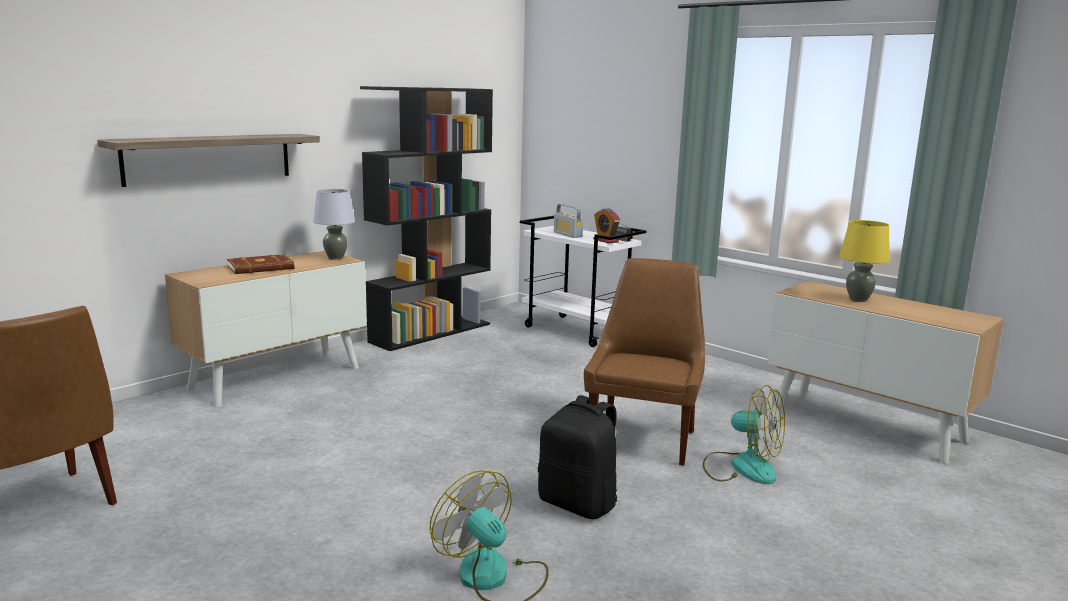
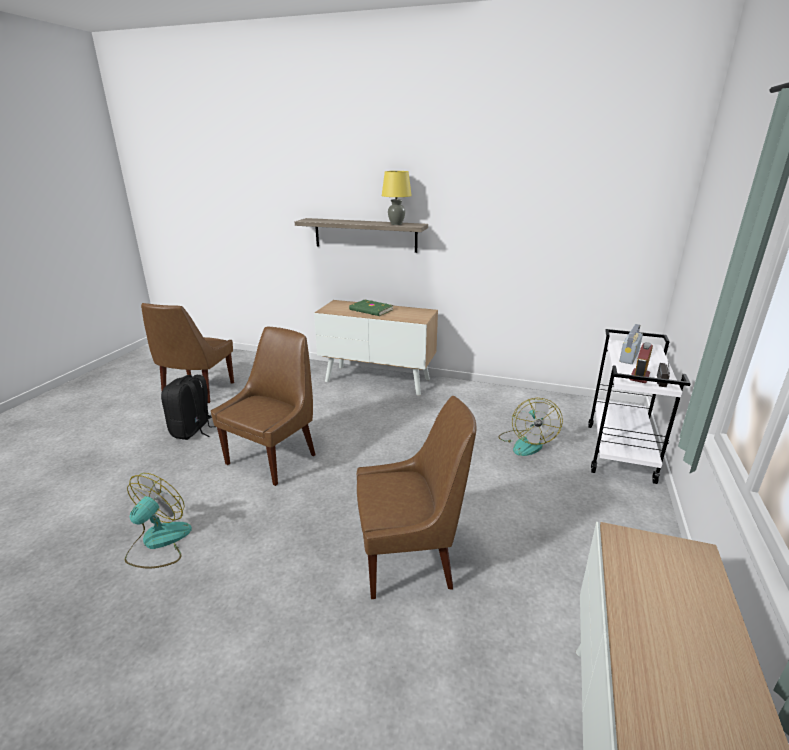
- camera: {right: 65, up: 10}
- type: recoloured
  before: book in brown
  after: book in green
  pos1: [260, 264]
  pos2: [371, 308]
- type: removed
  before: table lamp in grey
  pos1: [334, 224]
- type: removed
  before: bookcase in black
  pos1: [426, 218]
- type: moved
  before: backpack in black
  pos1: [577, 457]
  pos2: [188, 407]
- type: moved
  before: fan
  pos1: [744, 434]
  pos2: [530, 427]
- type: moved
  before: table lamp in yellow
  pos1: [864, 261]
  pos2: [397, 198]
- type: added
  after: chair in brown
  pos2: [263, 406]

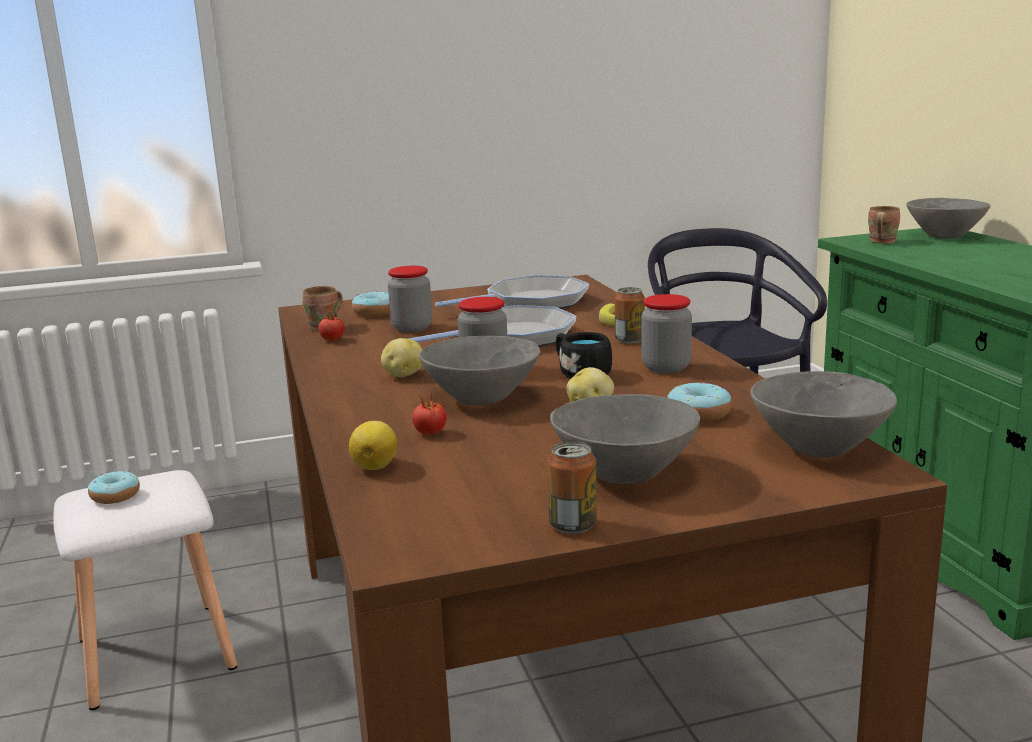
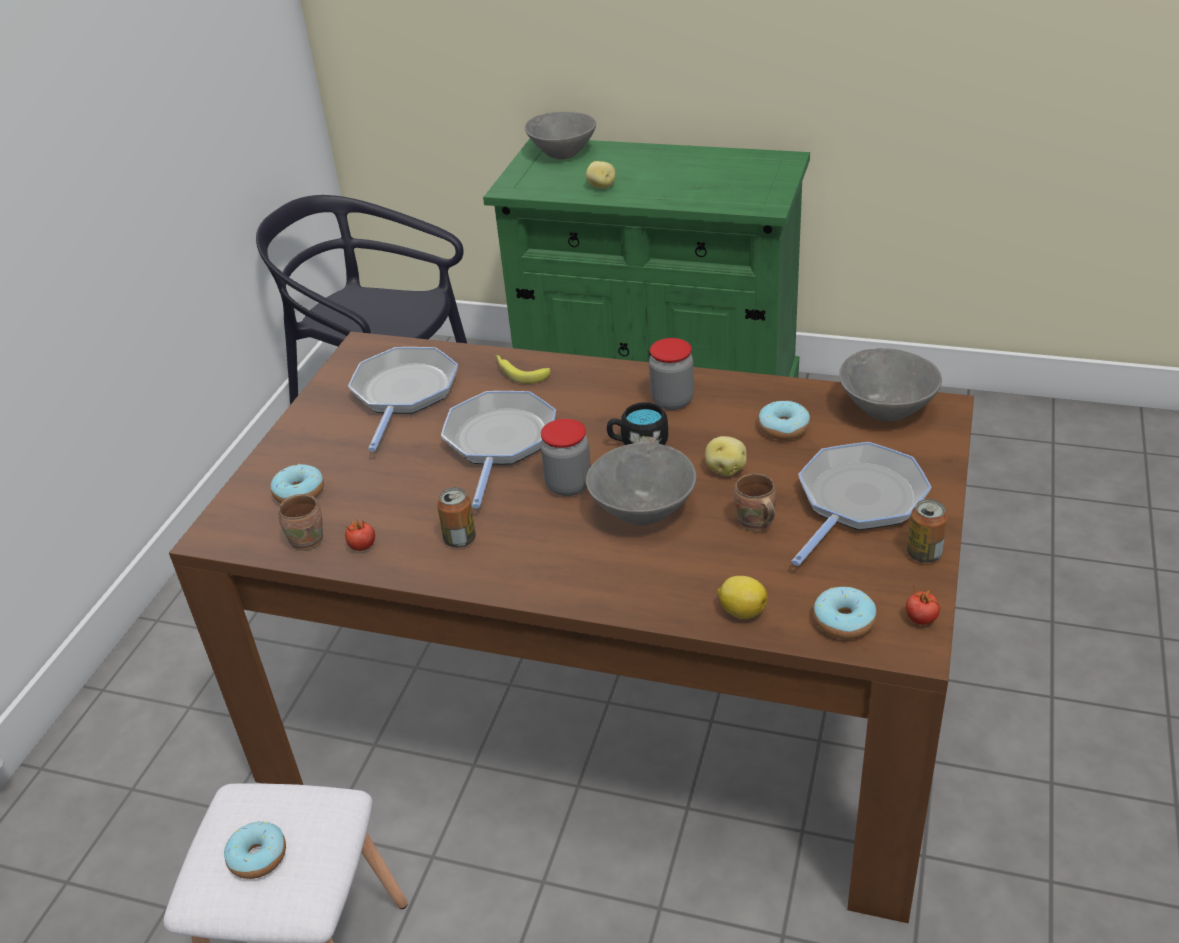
- camera: {right: -55, up: 20}
- type: moved
  before: potato
  pos1: [401, 357]
  pos2: [601, 175]
- type: removed
  before: jar
  pos1: [410, 299]
- type: moved
  before: tomato
  pos1: [429, 414]
  pos2: [923, 605]
- type: replaced
  before: bowl in grey
  after: frying pan
  pos1: [625, 439]
  pos2: [861, 504]
- type: moved
  before: can
  pos1: [630, 315]
  pos2: [456, 517]
- type: moved
  before: mug in brown
  pos1: [884, 225]
  pos2: [755, 502]
- type: added
  after: donut
  pos2: [845, 613]

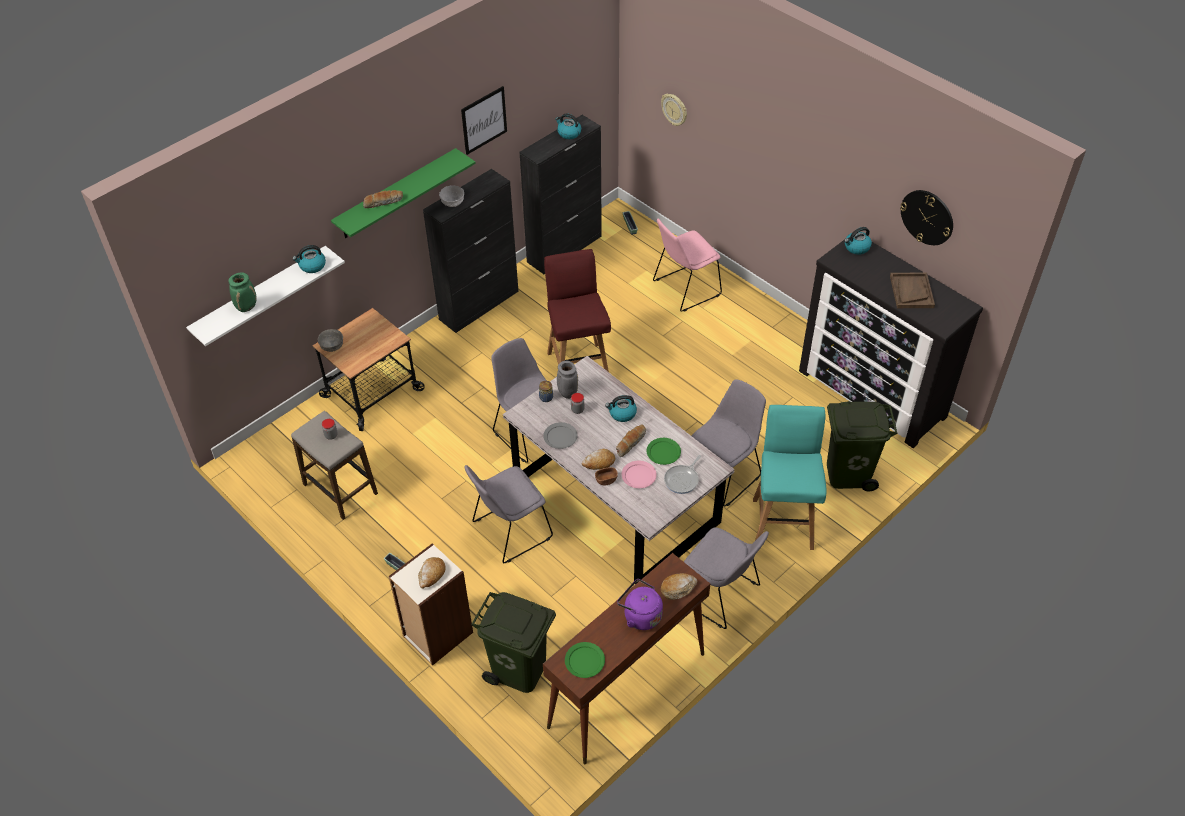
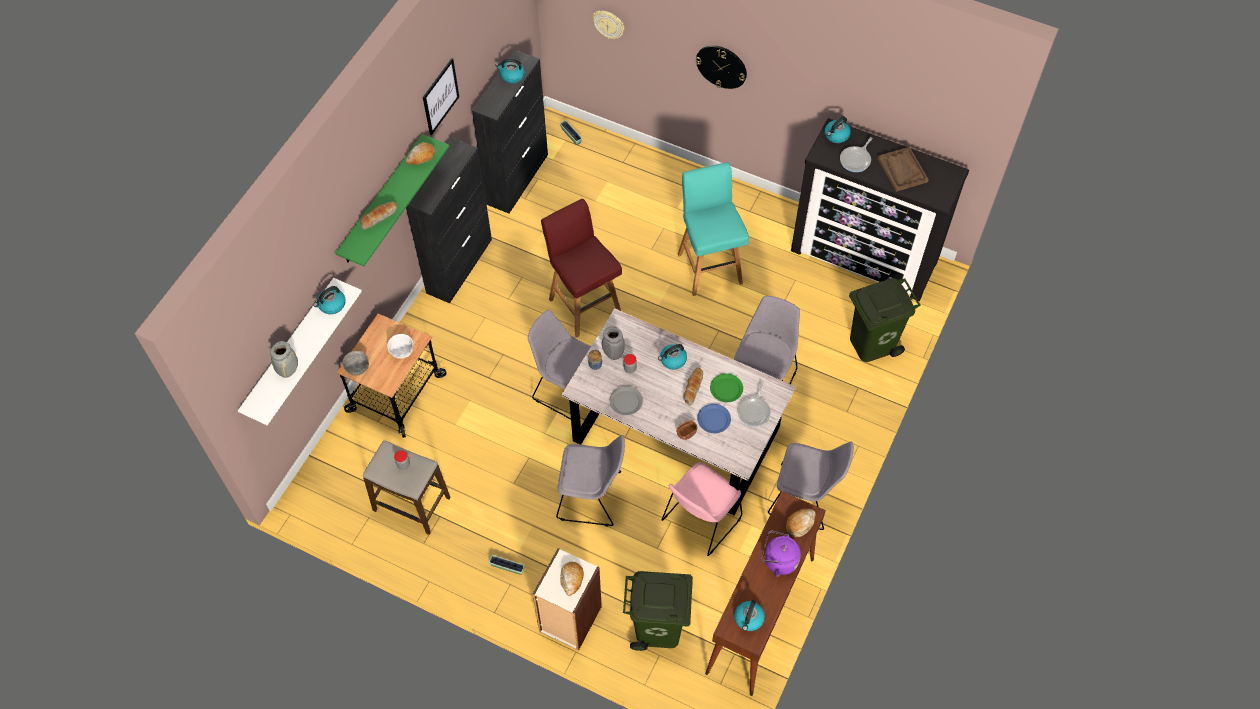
- camera: {right: -20, up: 10}
- type: recoloured
  before: vase in green
  after: vase in grey
  pos1: [242, 292]
  pos2: [284, 359]
- type: moved
  before: bowl in white
  pos1: [451, 196]
  pos2: [400, 346]
- type: turned
  before: chair in grey
  pos1: [508, 514]
  pos2: [590, 480]
  turn: -120
- type: replaced
  before: plate in green
  after: kettle
  pos1: [585, 660]
  pos2: [749, 615]
- type: moved
  before: bread
  pos1: [598, 459]
  pos2: [421, 153]
- type: recoloured
  before: plate in pink
  after: plate in blue
  pos1: [639, 474]
  pos2: [714, 418]
- type: moved
  before: chair in pink
  pos1: [687, 265]
  pos2: [701, 509]
- type: moved
  before: stool in turquoise
  pos1: [789, 477]
  pos2: [713, 229]
- type: moved
  before: wall clock
  pos1: [926, 217]
  pos2: [721, 67]
- type: added
  after: frying pan
  pos2: [856, 154]

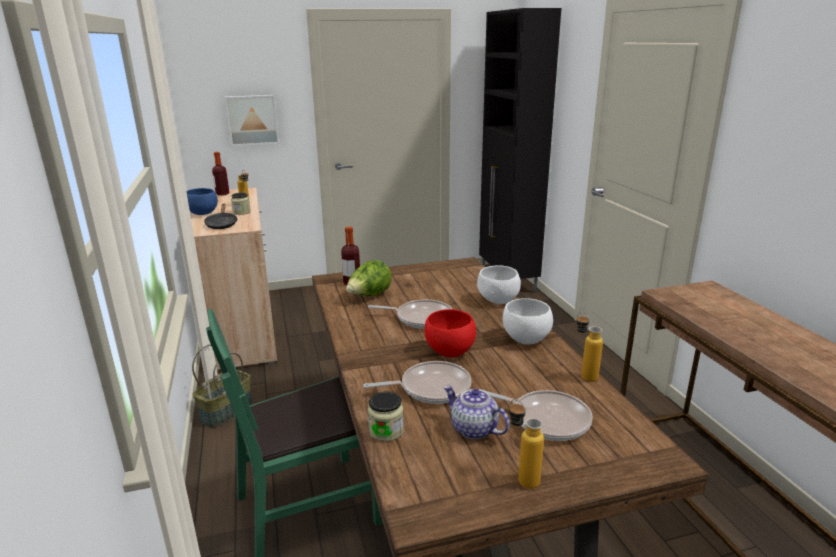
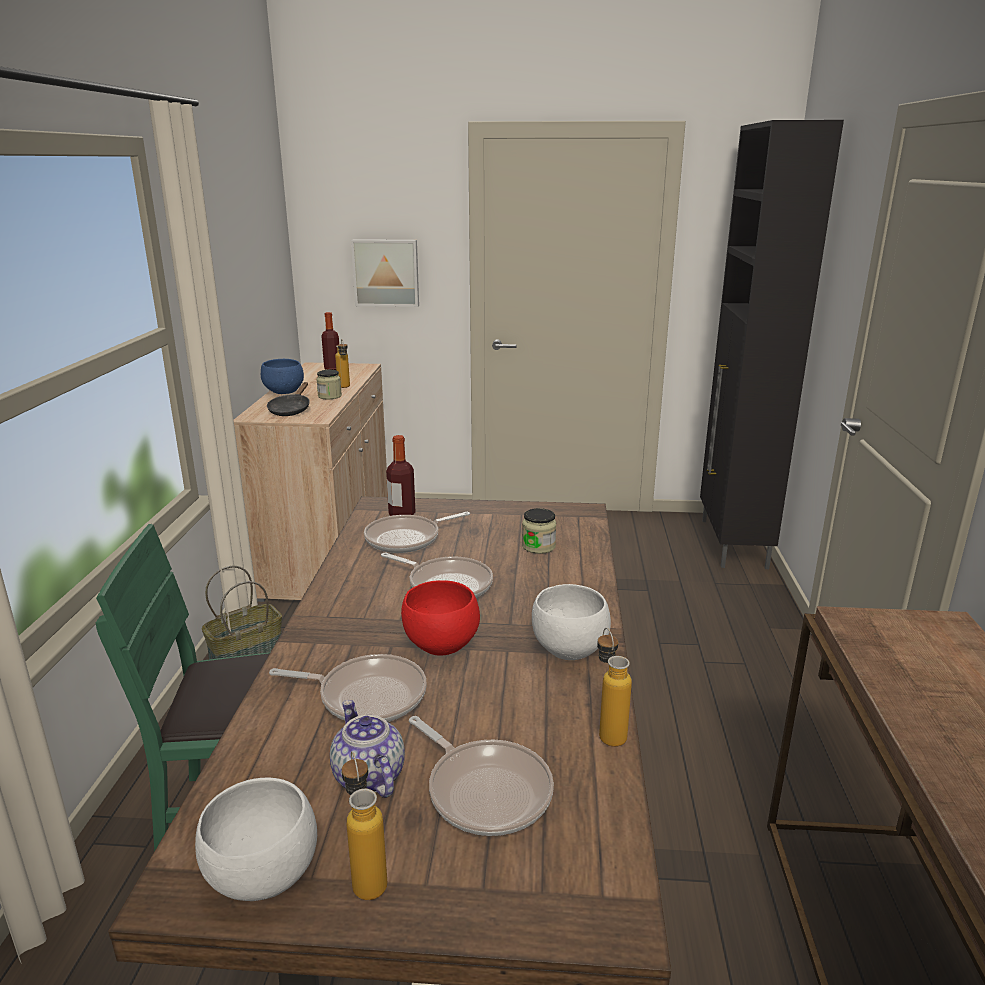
- camera: {right: 20, up: 0}
- type: replaced
  before: lettuce
  after: frying pan
  pos1: [369, 278]
  pos2: [417, 532]
- type: moved
  before: jar
  pos1: [386, 417]
  pos2: [539, 531]
- type: moved
  before: bowl in white
  pos1: [499, 284]
  pos2: [256, 839]

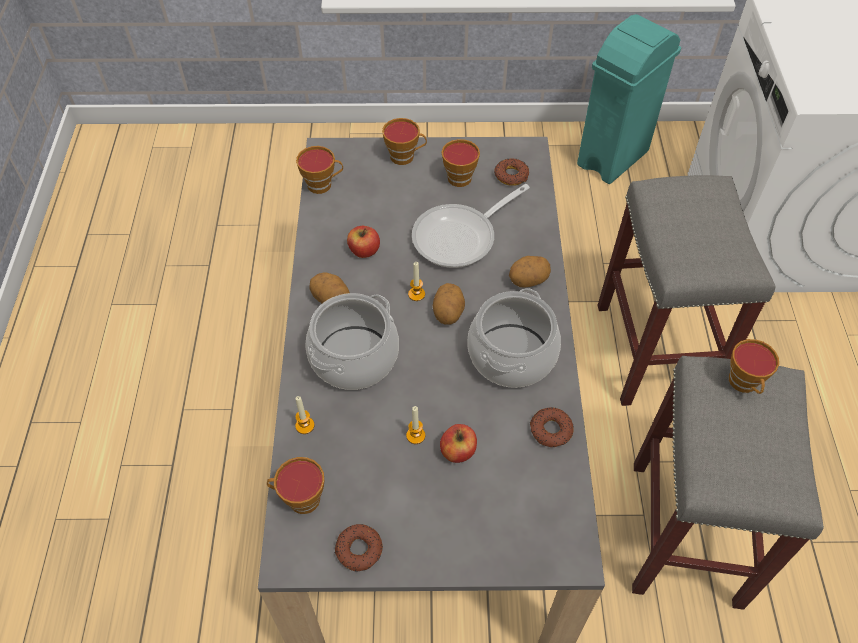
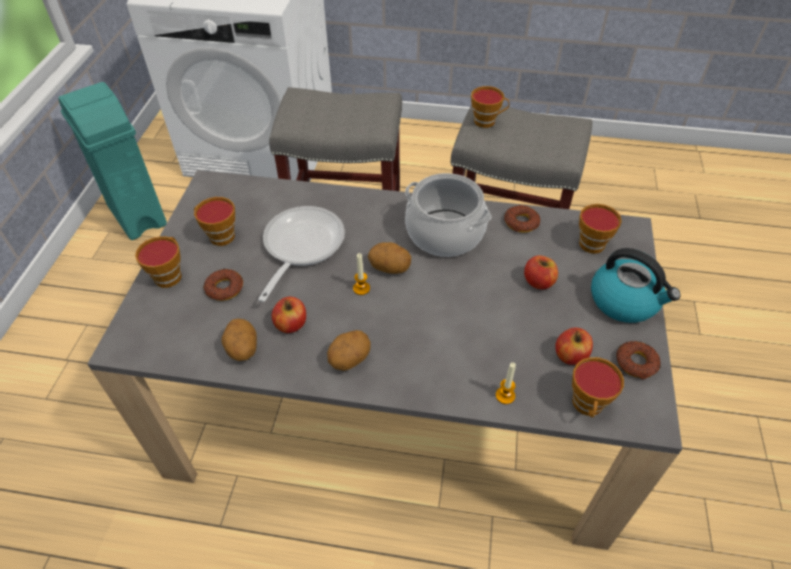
- camera: {right: -80, up: -5}
- type: moved
  before: cup
  pos1: [319, 170]
  pos2: [600, 229]
- type: removed
  before: cooking pot
  pos1: [352, 341]
- type: removed
  before: candle
  pos1: [415, 425]
- type: turned
  before: frying pan
  pos1: [471, 226]
  pos2: [301, 254]
  turn: -135
- type: moved
  before: donut
  pos1: [511, 172]
  pos2: [223, 285]
- type: moved
  before: potato
  pos1: [530, 272]
  pos2: [239, 340]
- type: added
  after: apple
  pos2: [574, 346]
- type: added
  after: kettle
  pos2: [636, 285]

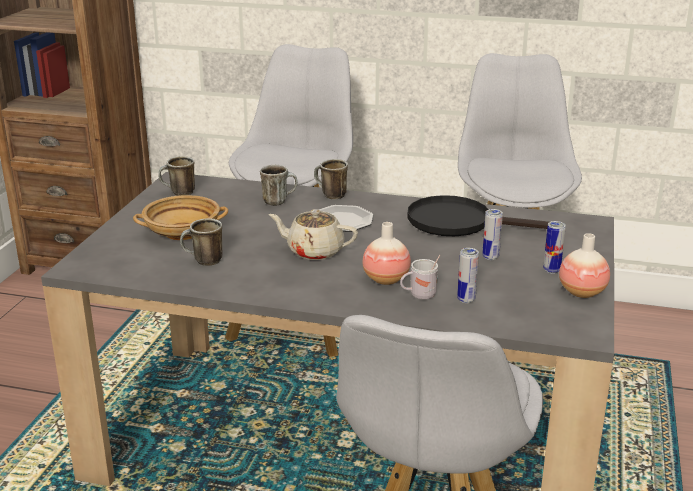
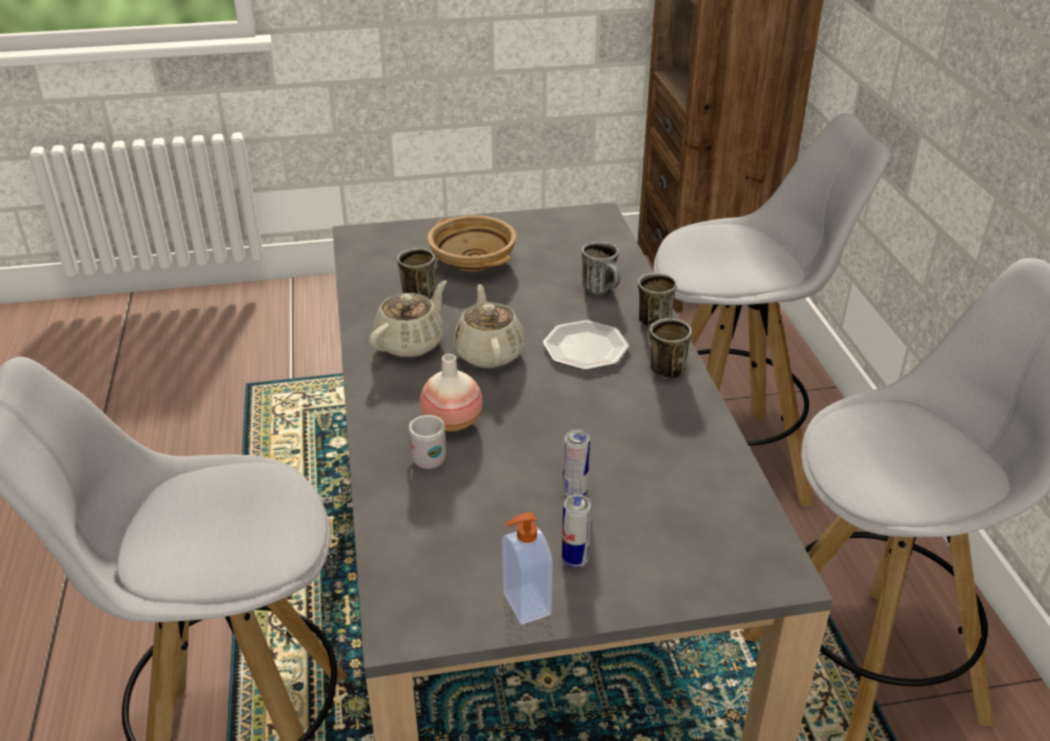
- camera: {right: 65, up: 10}
- type: moved
  before: mug
  pos1: [176, 176]
  pos2: [669, 348]
- type: removed
  before: frying pan in black
  pos1: [478, 215]
- type: removed
  before: can
  pos1: [468, 275]
- type: replaced
  before: vase
  after: soap dispenser
  pos1: [584, 265]
  pos2: [527, 568]
- type: added
  after: teapot in beige
  pos2: [408, 318]

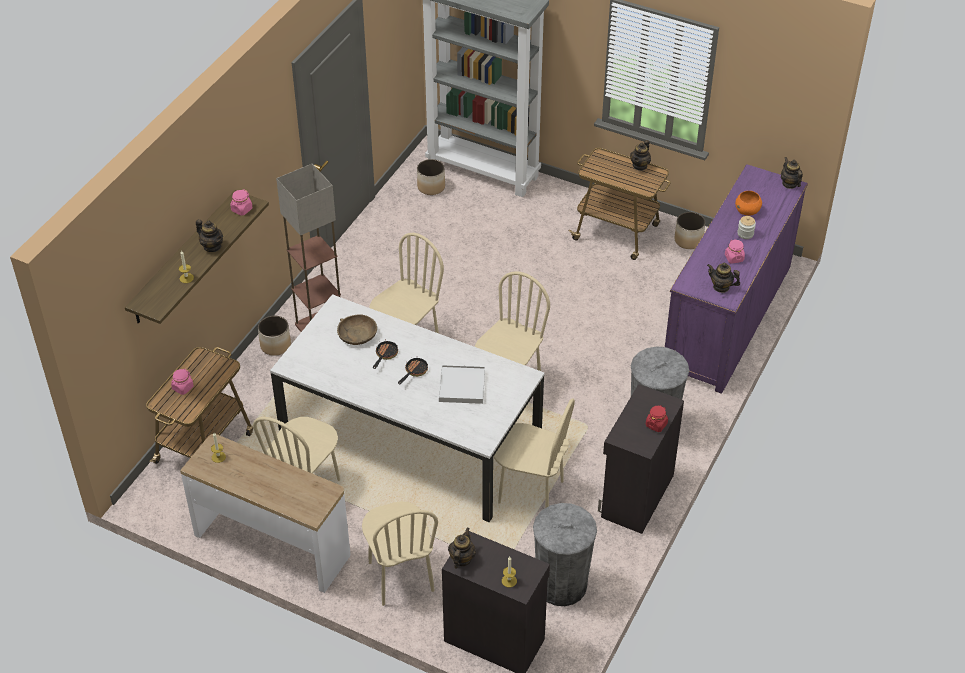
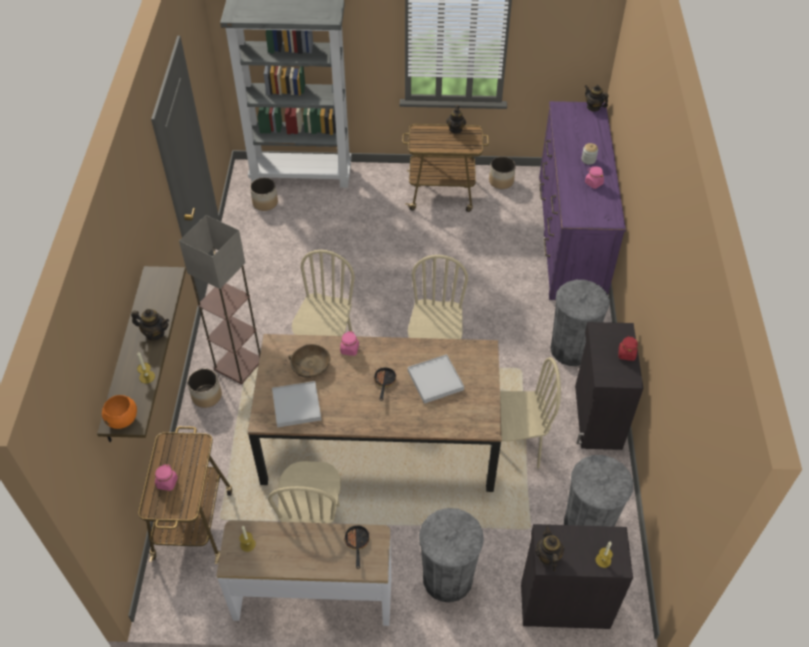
- camera: {right: -25, up: 5}
- type: moved
  before: jar in pink
  pos1: [241, 202]
  pos2: [349, 343]
- type: recoloured
  before: dining table in white
  after: dining table in brown
  pos1: [407, 408]
  pos2: [375, 413]
- type: replaced
  before: chair in beige
  after: trash can in grey
  pos1: [400, 553]
  pos2: [451, 555]
- type: moved
  before: frying pan
  pos1: [385, 354]
  pos2: [357, 547]
- type: removed
  before: teapot
  pos1: [723, 278]
- type: moved
  before: bowl in orange
  pos1: [748, 203]
  pos2: [119, 412]
- type: added
  after: tray in white
  pos2: [296, 404]

